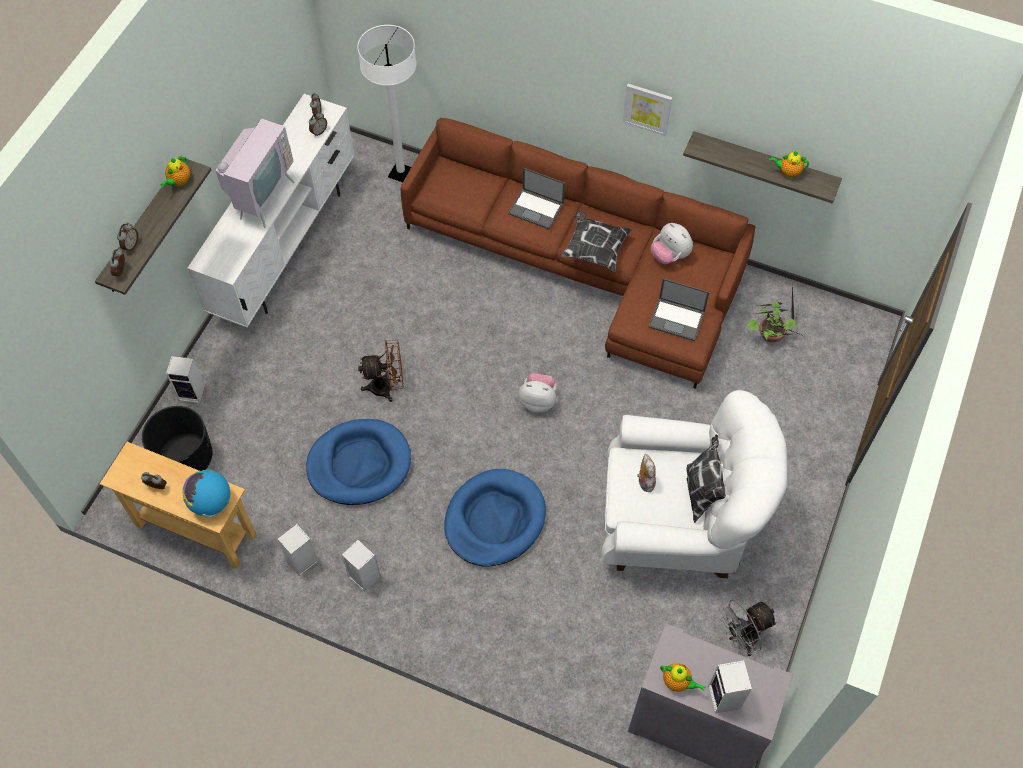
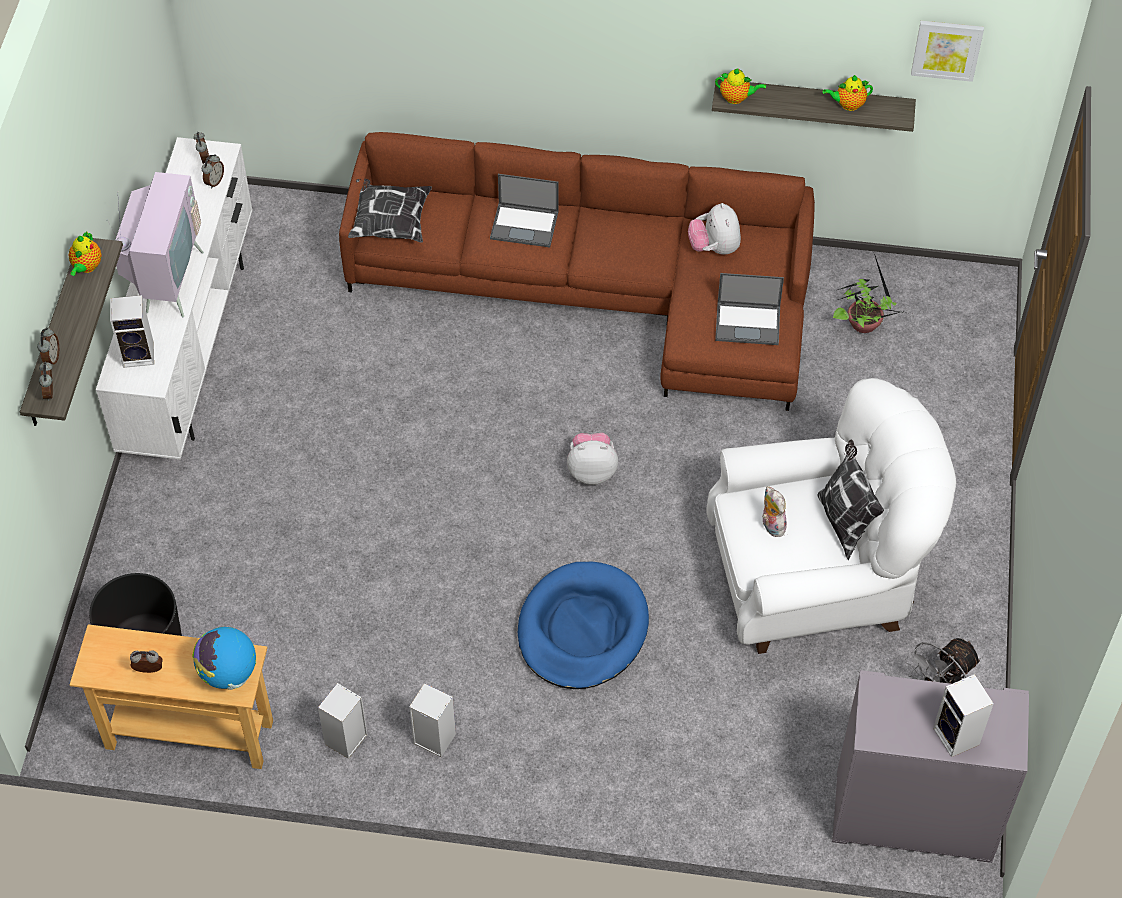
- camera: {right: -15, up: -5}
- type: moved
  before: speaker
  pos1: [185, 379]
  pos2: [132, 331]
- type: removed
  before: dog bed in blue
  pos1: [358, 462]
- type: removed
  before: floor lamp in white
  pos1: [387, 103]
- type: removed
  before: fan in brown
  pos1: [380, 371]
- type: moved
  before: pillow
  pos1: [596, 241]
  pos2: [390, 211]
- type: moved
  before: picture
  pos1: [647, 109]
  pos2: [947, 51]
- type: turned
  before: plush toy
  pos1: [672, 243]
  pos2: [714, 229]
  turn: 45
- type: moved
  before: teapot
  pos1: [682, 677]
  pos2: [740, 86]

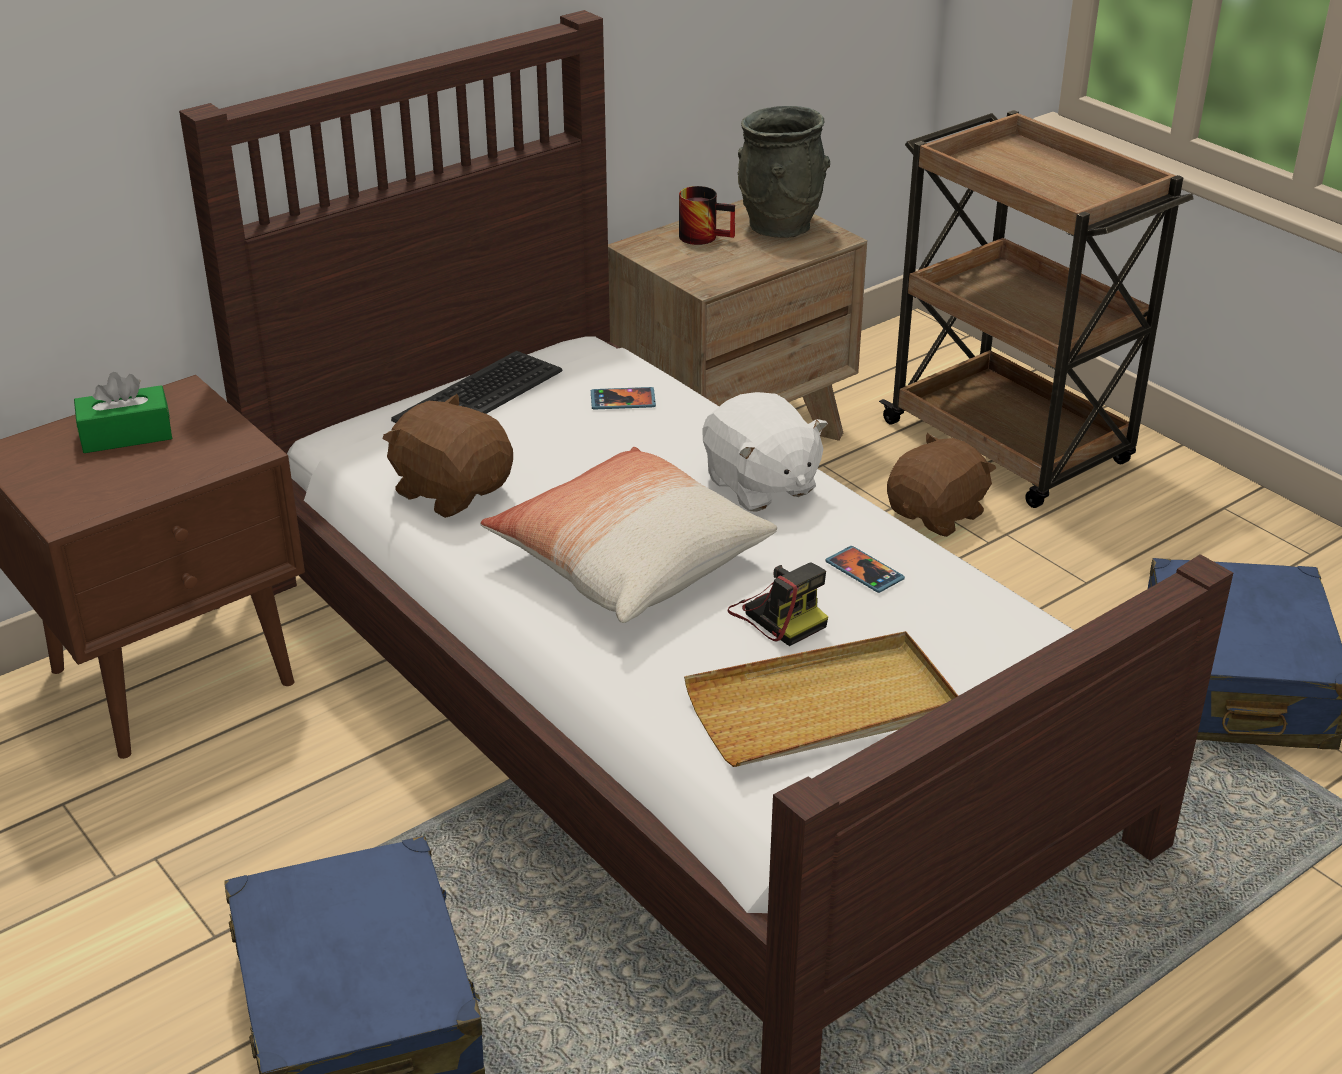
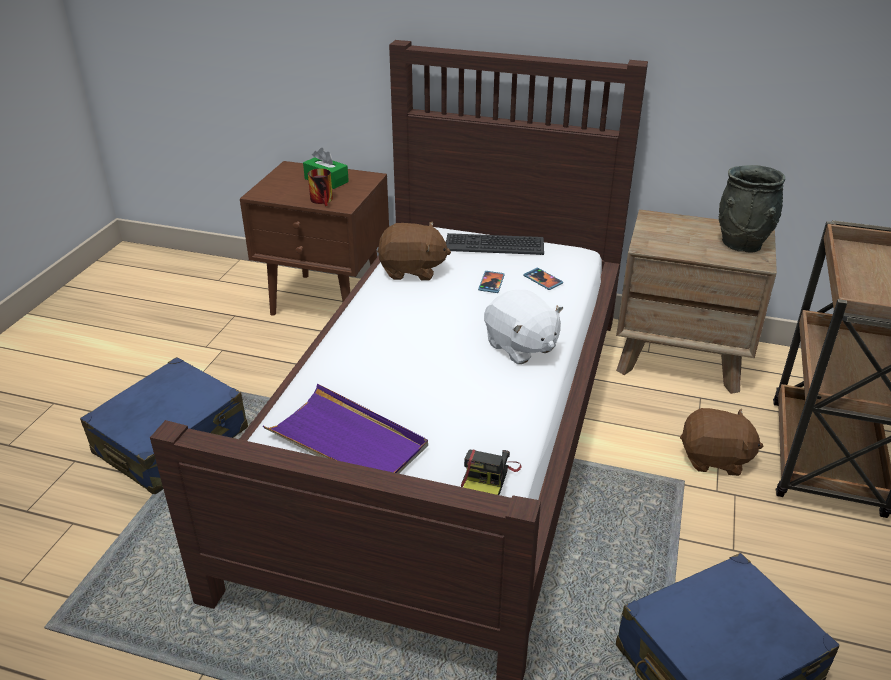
- camera: {right: 55, up: 0}
- type: turned
  before: plush toy in brown
  pos1: [447, 456]
  pos2: [414, 250]
  turn: 90
- type: removed
  before: pillow
  pos1: [628, 535]
- type: moved
  before: mug
  pos1: [707, 215]
  pos2: [320, 187]
- type: recoloured
  before: tray in beige
  after: tray in purple
  pos1: [821, 699]
  pos2: [345, 429]
- type: turned
  before: plush toy in white
  pos1: [765, 452]
  pos2: [523, 327]
  turn: -60
- type: moved
  before: photo camera
  pos1: [777, 604]
  pos2: [491, 472]
- type: moved
  before: phone
  pos1: [865, 569]
  pos2: [491, 282]

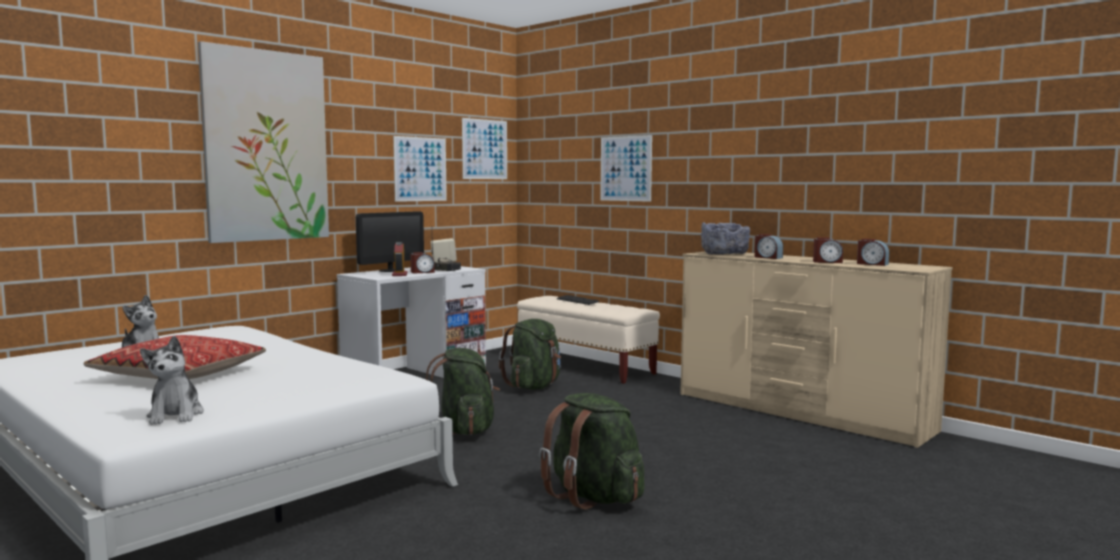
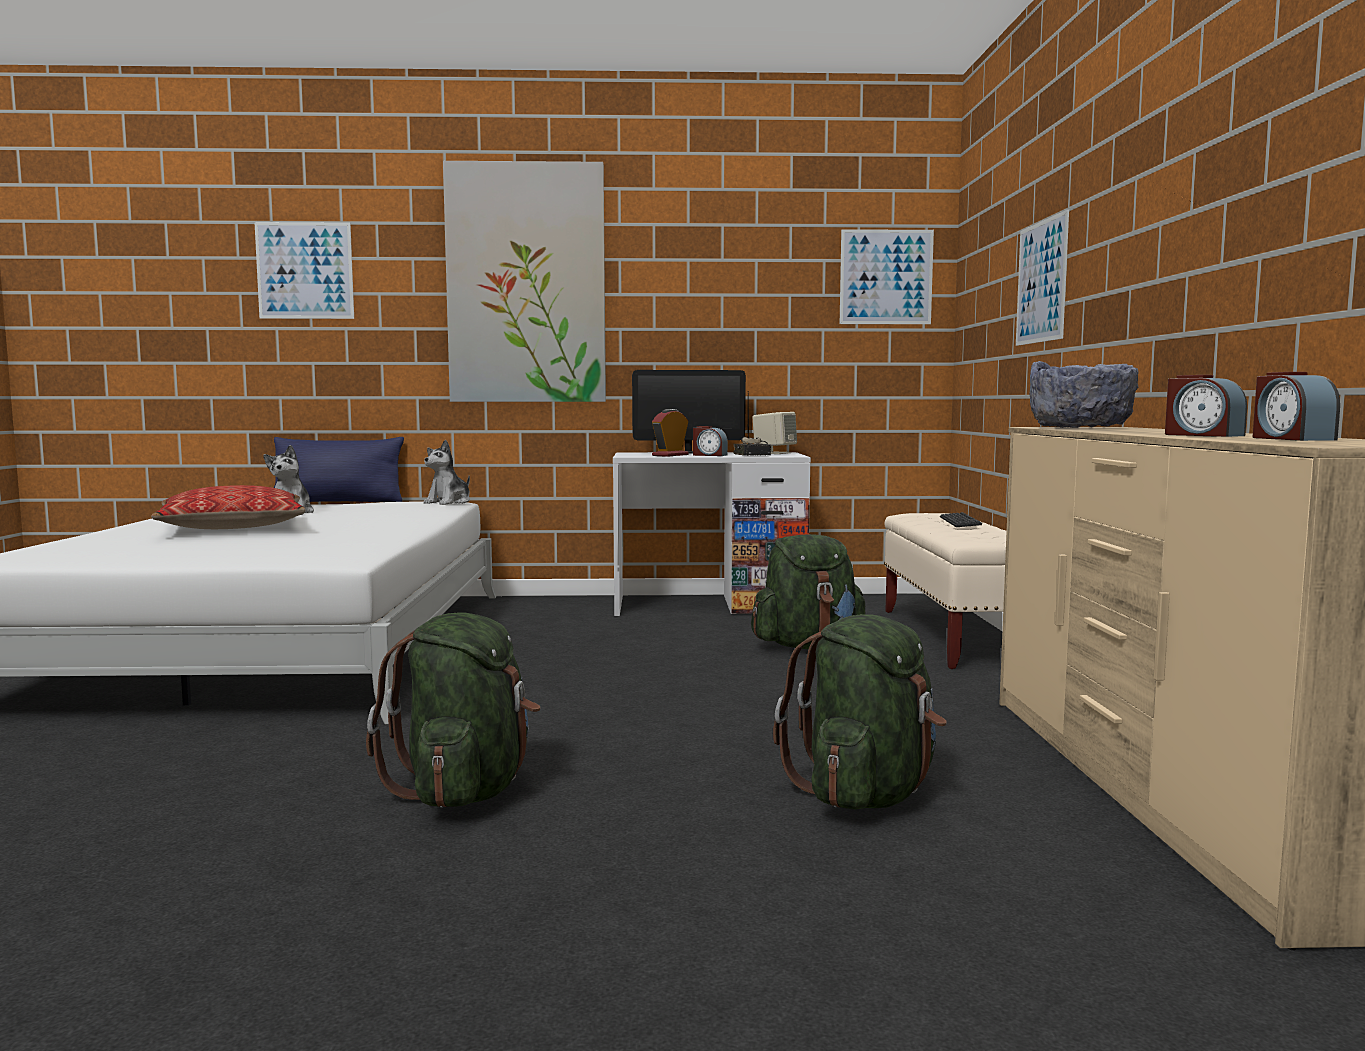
- camera: {right: 45, up: 0}
- type: moved
  before: plush toy
  pos1: [172, 380]
  pos2: [446, 472]
- type: moved
  before: picture
  pos1: [420, 169]
  pos2: [304, 270]
- type: moved
  before: backpack in green
  pos1: [463, 391]
  pos2: [860, 712]
- type: removed
  before: alarm clock
  pos1: [769, 246]
- type: added
  after: pillow in blue
  pos2: [339, 469]

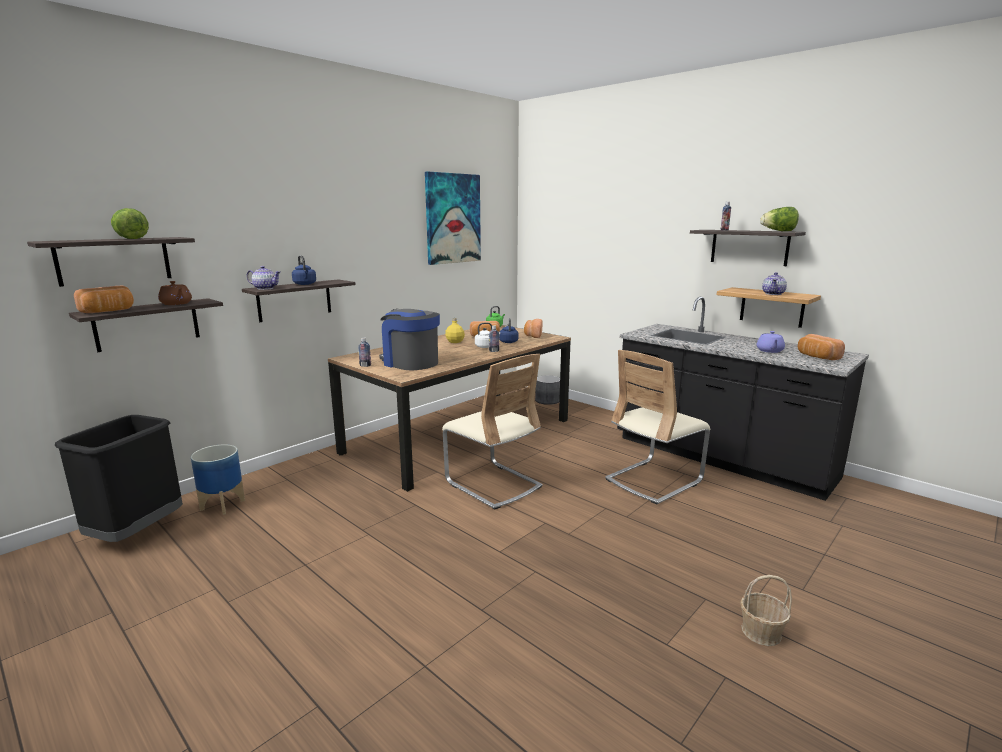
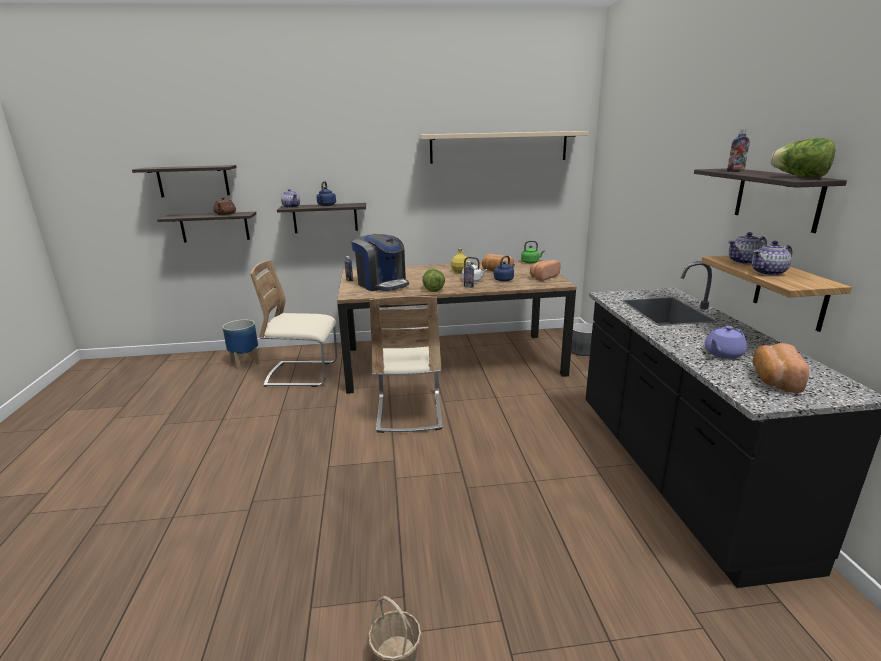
- camera: {right: 40, up: 5}
- type: removed
  before: trash can in black
  pos1: [119, 478]
- type: removed
  before: bread
  pos1: [104, 299]
- type: moved
  before: lettuce
  pos1: [130, 223]
  pos2: [433, 280]
- type: turned
  before: coffee machine
  pos1: [409, 339]
  pos2: [380, 262]
  turn: 150
- type: replaced
  before: picture
  after: shelf in beige
  pos1: [453, 218]
  pos2: [504, 147]
- type: moved
  before: chair in beige
  pos1: [657, 427]
  pos2: [293, 323]
- type: added
  after: teapot
  pos2: [747, 248]

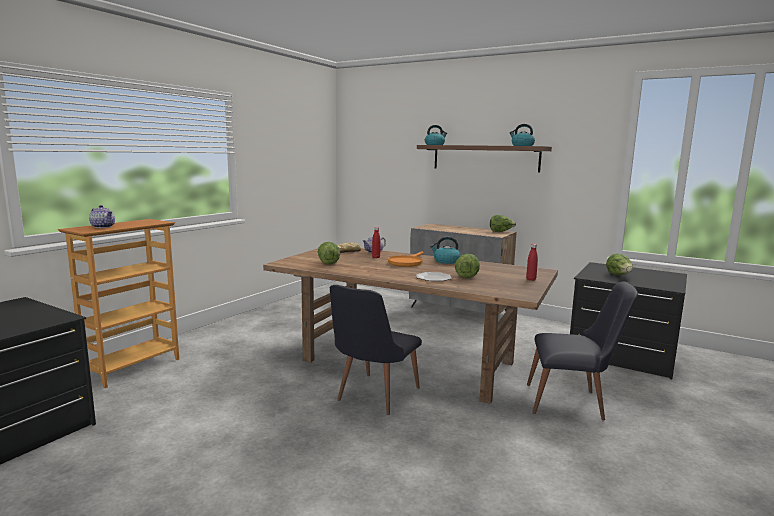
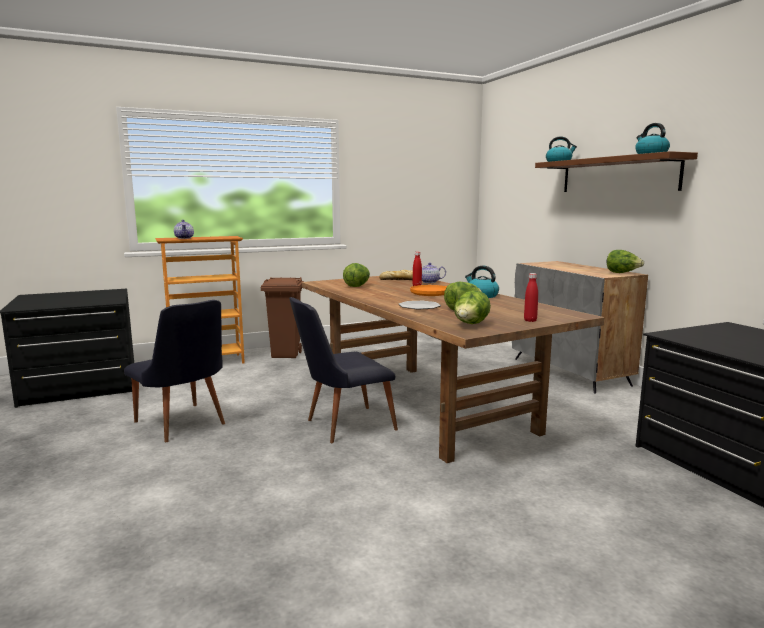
- camera: {right: 35, up: 0}
- type: moved
  before: chair in black
  pos1: [582, 351]
  pos2: [174, 371]
- type: moved
  before: lettuce
  pos1: [619, 264]
  pos2: [472, 307]
- type: added
  after: trash can in brown
  pos2: [282, 317]

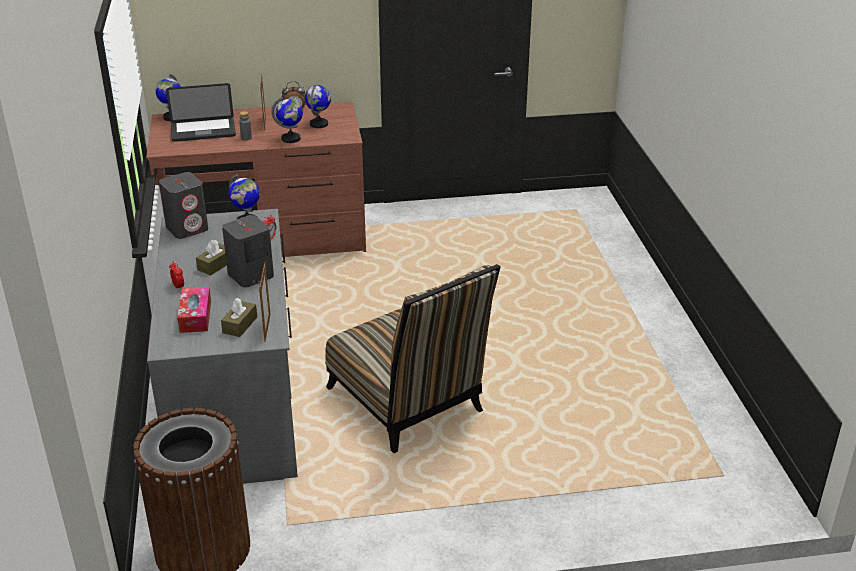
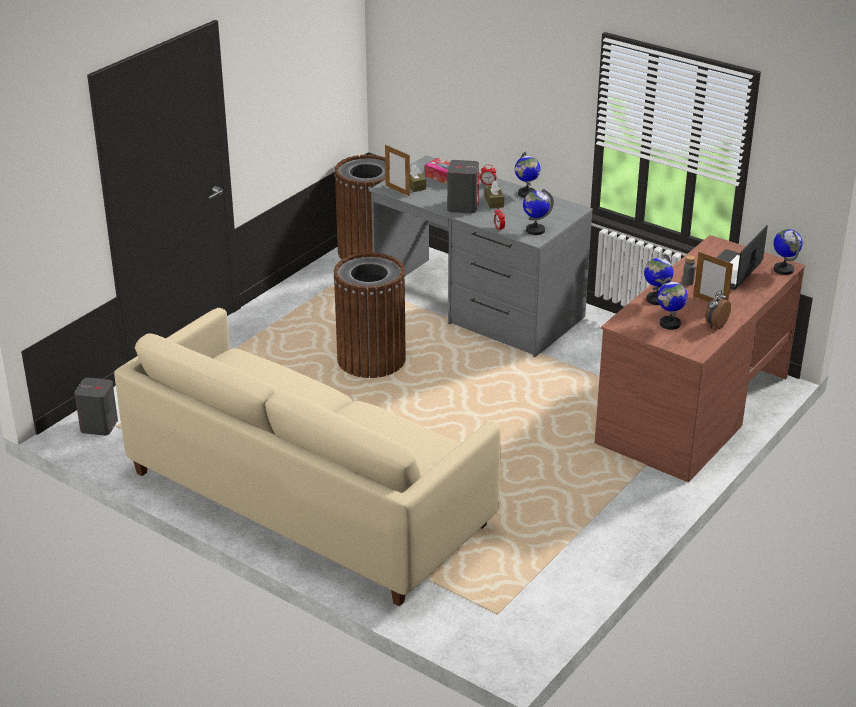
- camera: {right: 135, up: 0}
- type: moved
  before: speaker in grey
  pos1: [183, 205]
  pos2: [96, 407]
- type: replaced
  before: chair
  after: trash can in brown
  pos1: [413, 358]
  pos2: [369, 315]
- type: added
  after: sofa in beige
  pos2: [307, 457]
- type: added
  after: globe
  pos2: [528, 175]

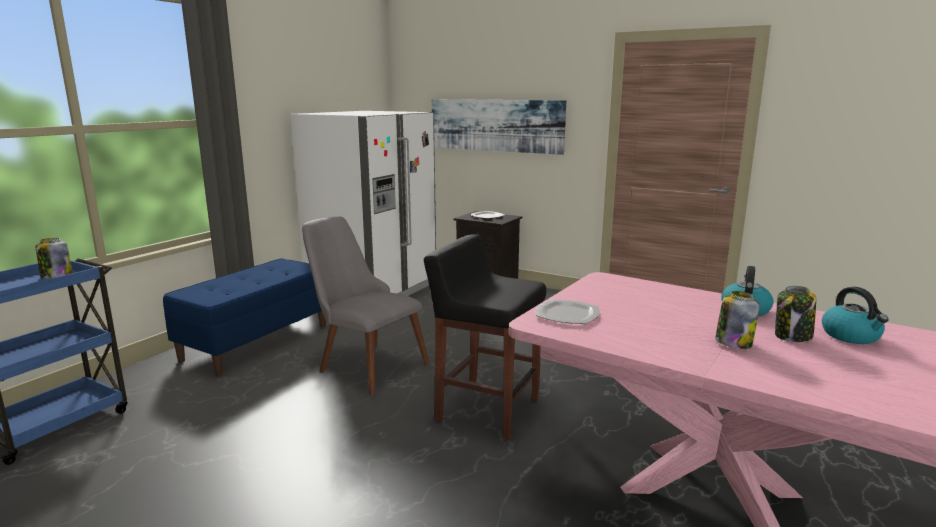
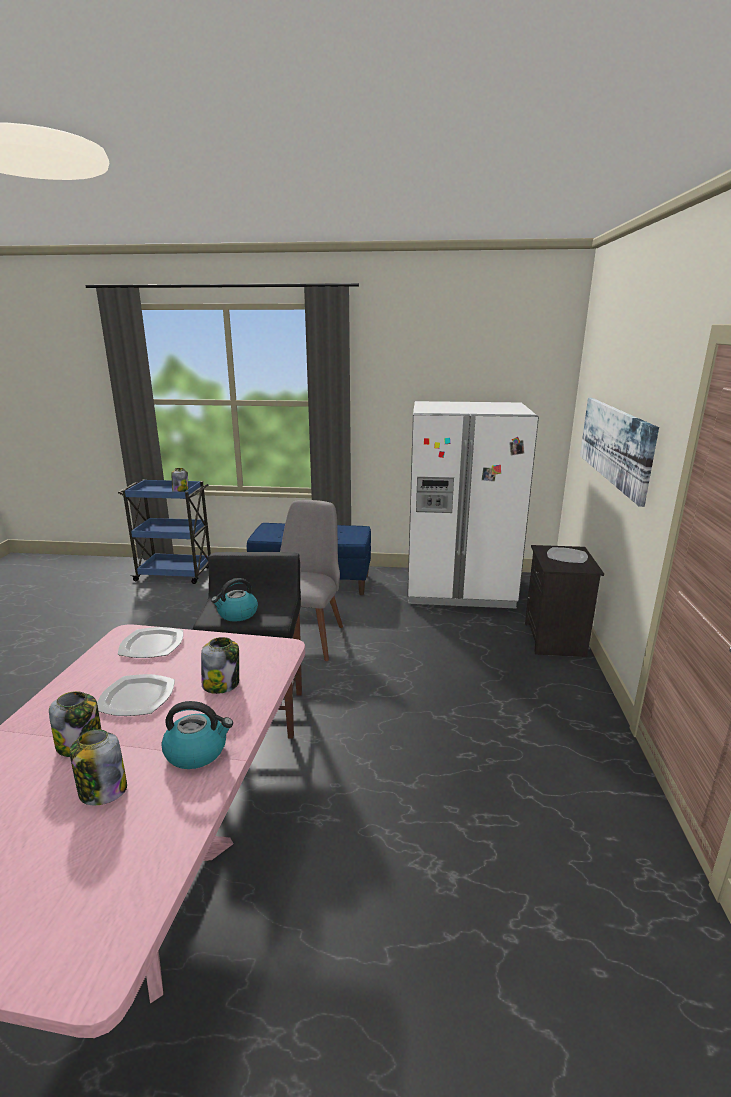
- camera: {right: 65, up: 5}
- type: moved
  before: kettle
  pos1: [855, 315]
  pos2: [234, 599]
- type: added
  after: plate
  pos2: [136, 695]
- type: added
  after: jar
  pos2: [220, 665]

